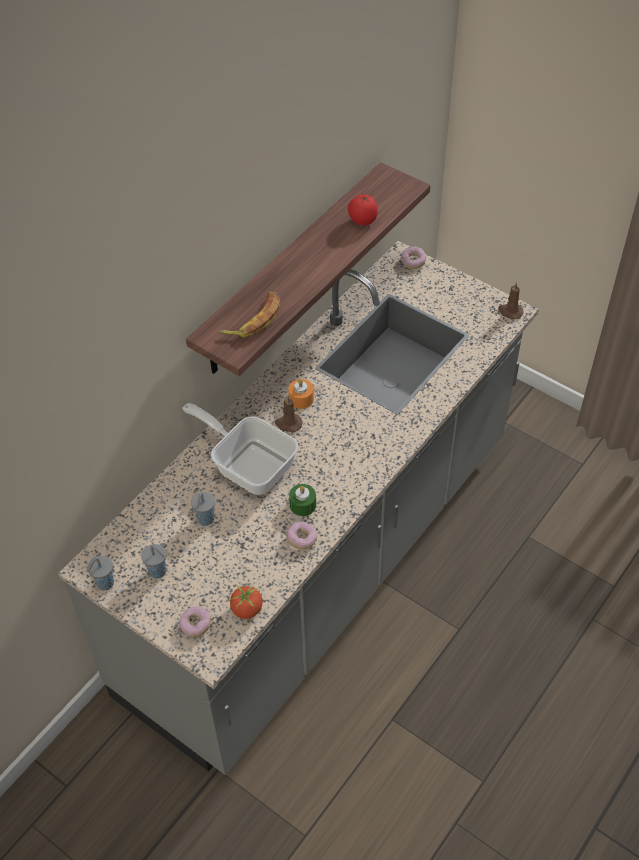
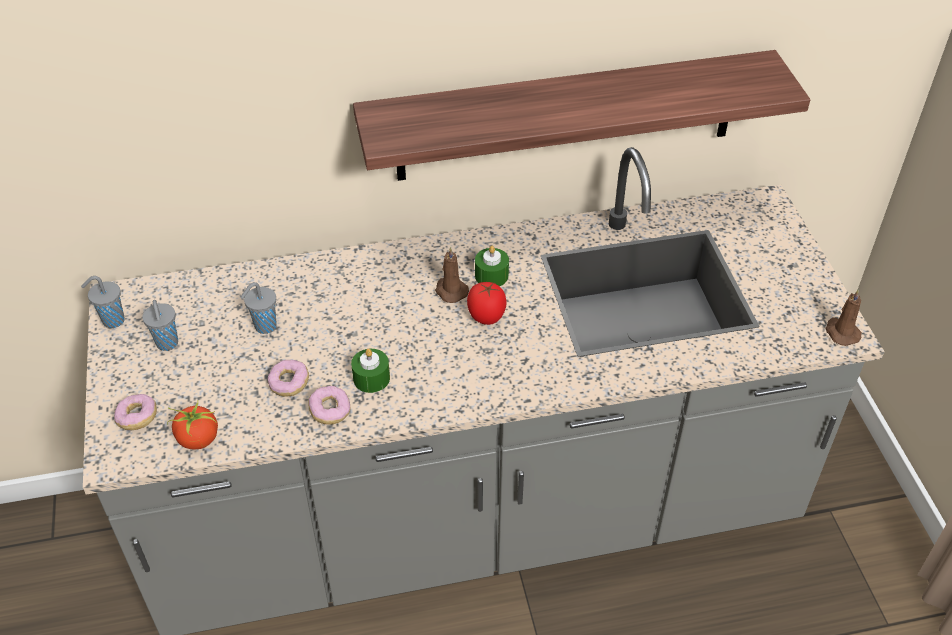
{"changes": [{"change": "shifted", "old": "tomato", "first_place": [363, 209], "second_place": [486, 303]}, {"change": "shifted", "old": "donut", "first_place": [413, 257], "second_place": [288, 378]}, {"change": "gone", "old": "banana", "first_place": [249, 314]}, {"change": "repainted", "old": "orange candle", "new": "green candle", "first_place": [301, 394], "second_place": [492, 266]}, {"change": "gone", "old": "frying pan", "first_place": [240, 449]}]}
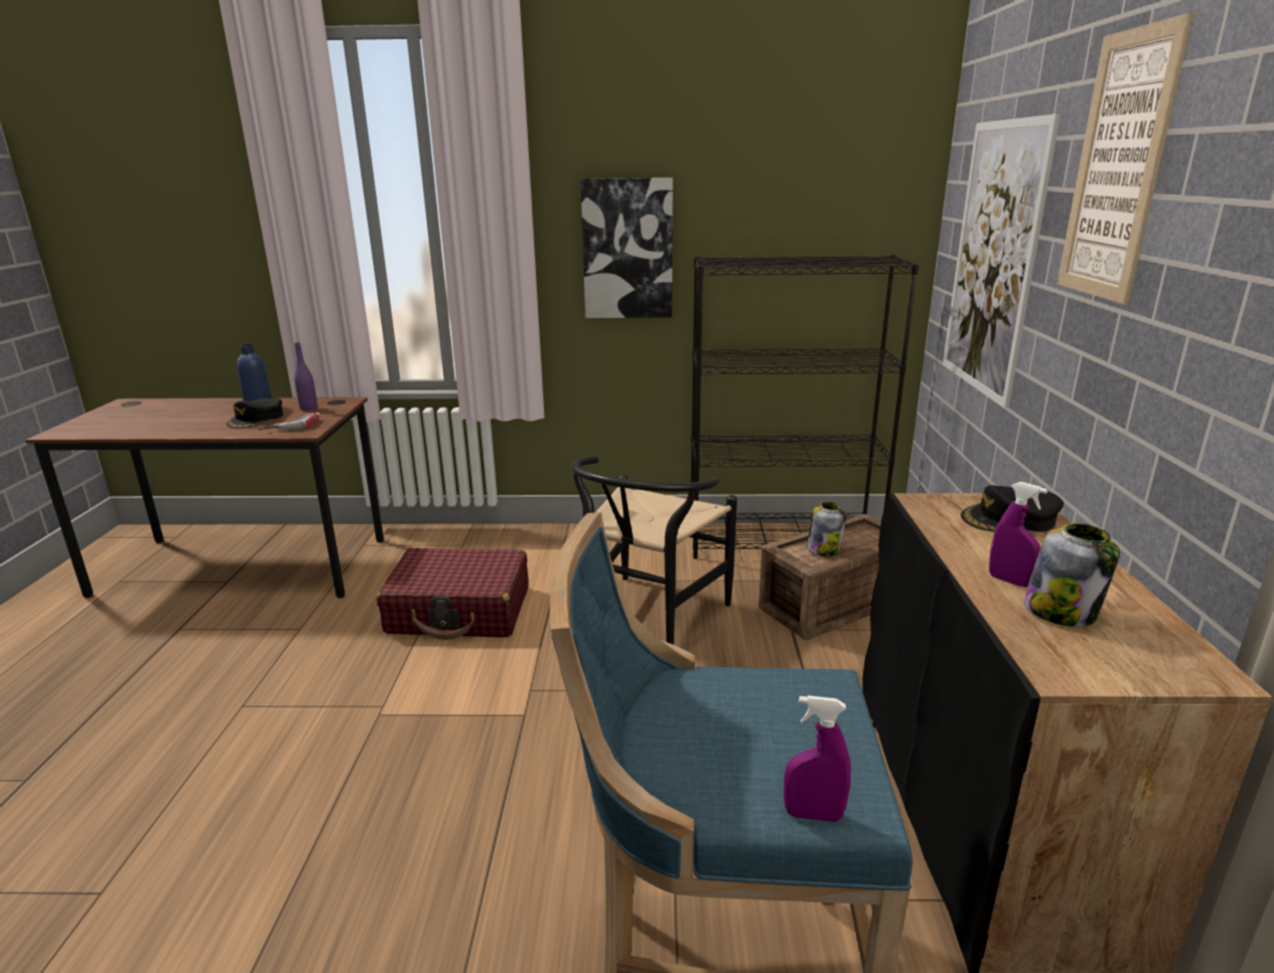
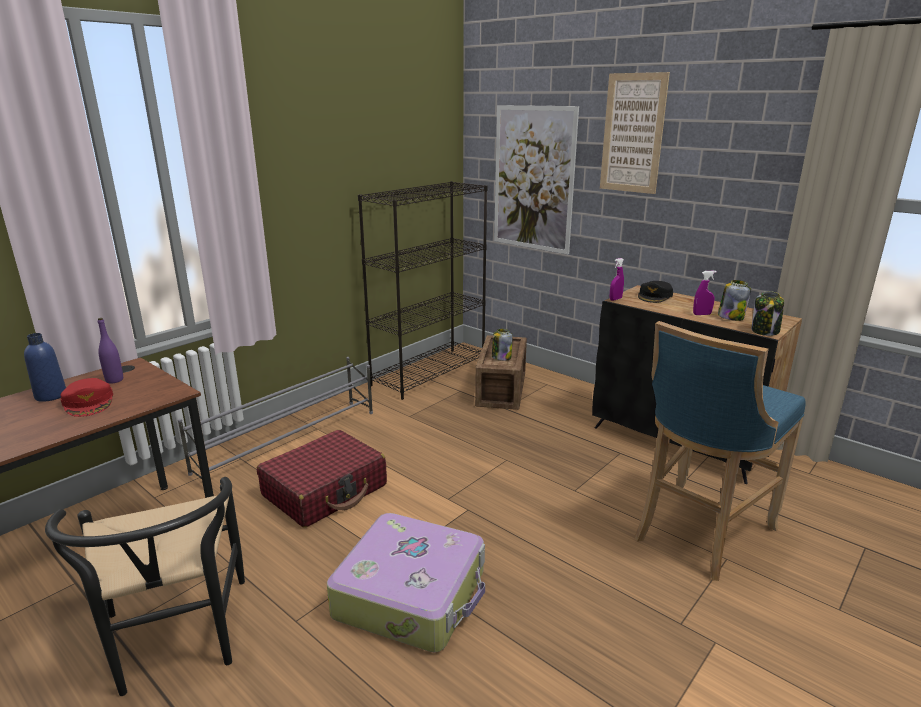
{"changes": [{"change": "gone", "old": "picture", "first_place": [626, 248]}, {"change": "repainted", "old": "black cap", "new": "red cap", "first_place": [255, 413], "second_place": [87, 397]}, {"change": "gone", "old": "power drill", "first_place": [290, 421]}, {"change": "shifted", "old": "black chair", "first_place": [654, 550], "second_place": [145, 586]}, {"change": "shifted", "old": "purple spray bottle", "first_place": [817, 758], "second_place": [617, 279]}, {"change": "new", "new": "jar", "second_place": [767, 313]}, {"change": "new", "new": "grey shoe rack", "second_place": [275, 418]}, {"change": "new", "new": "suitcase", "second_place": [406, 582]}]}
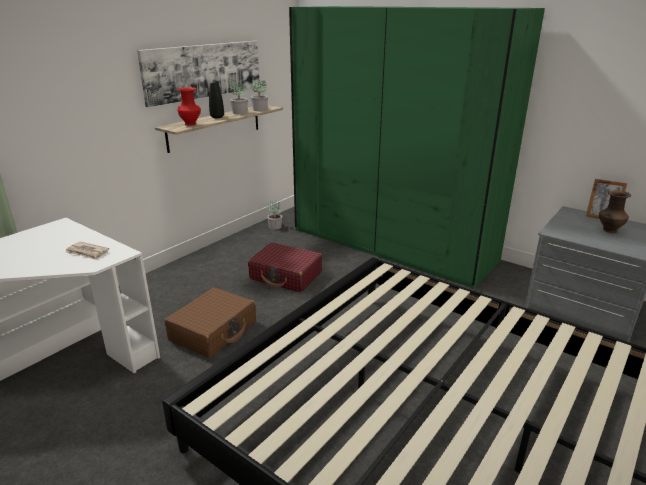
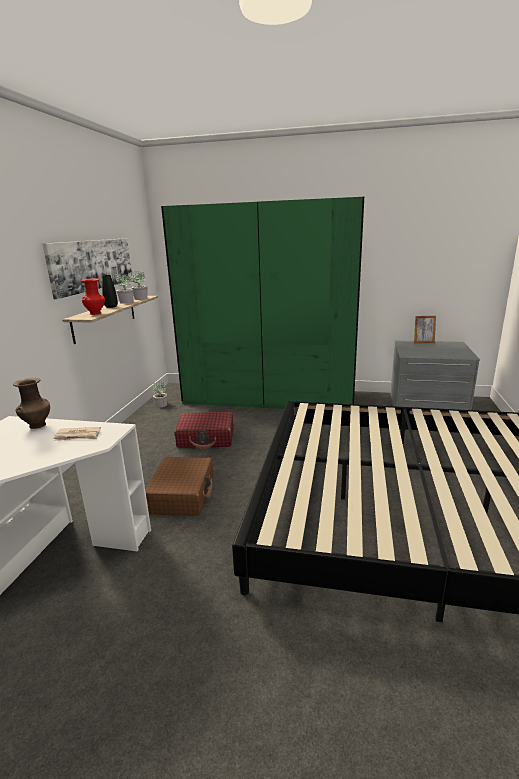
{"changes": [{"change": "shifted", "old": "brown vase", "first_place": [615, 211], "second_place": [31, 403]}]}
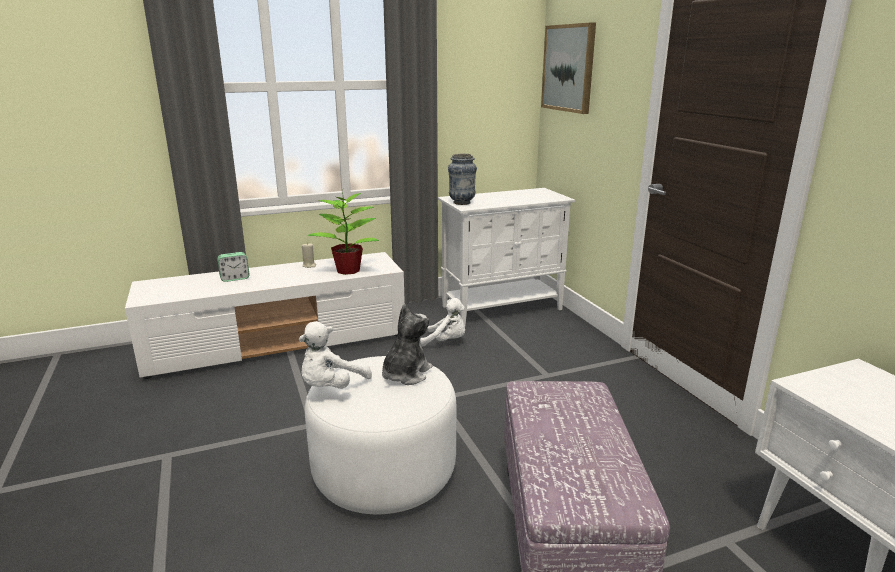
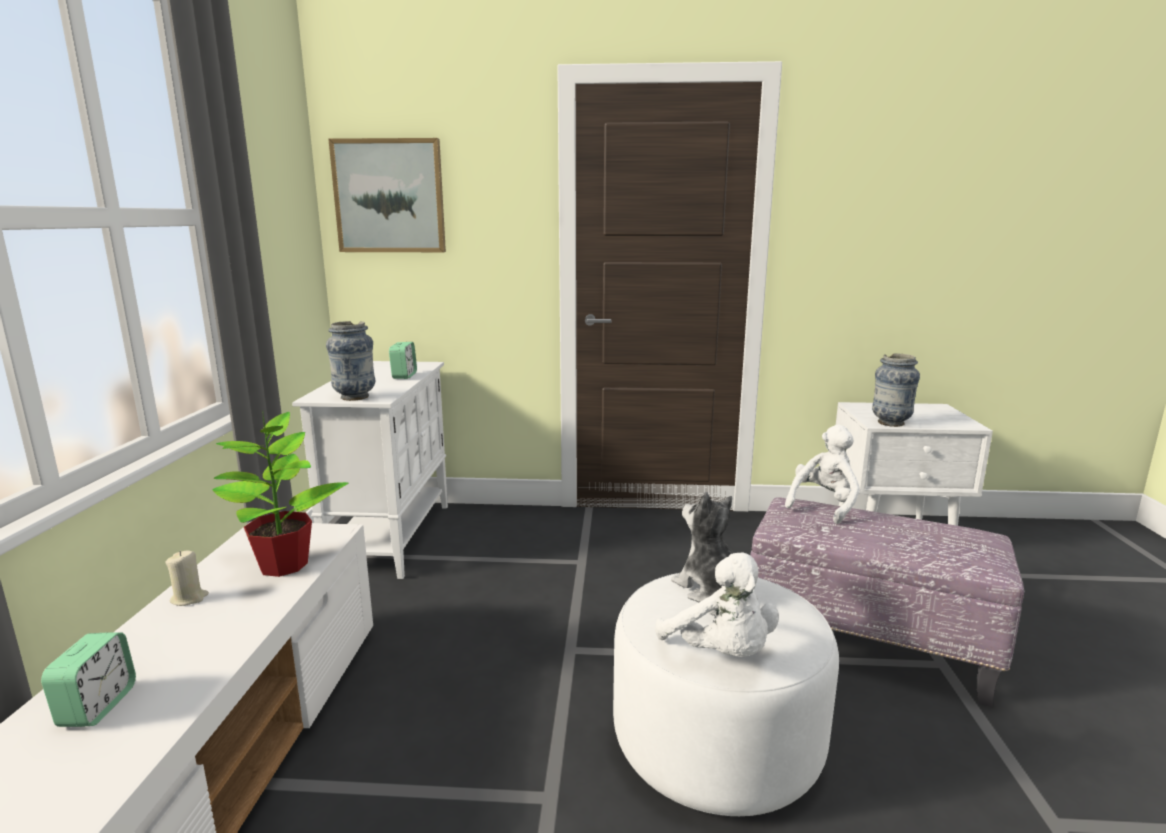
{"changes": [{"change": "shifted", "old": "white plush toy", "first_place": [442, 322], "second_place": [822, 474]}, {"change": "new", "new": "alarm clock", "second_place": [403, 360]}, {"change": "new", "new": "vase", "second_place": [896, 390]}]}
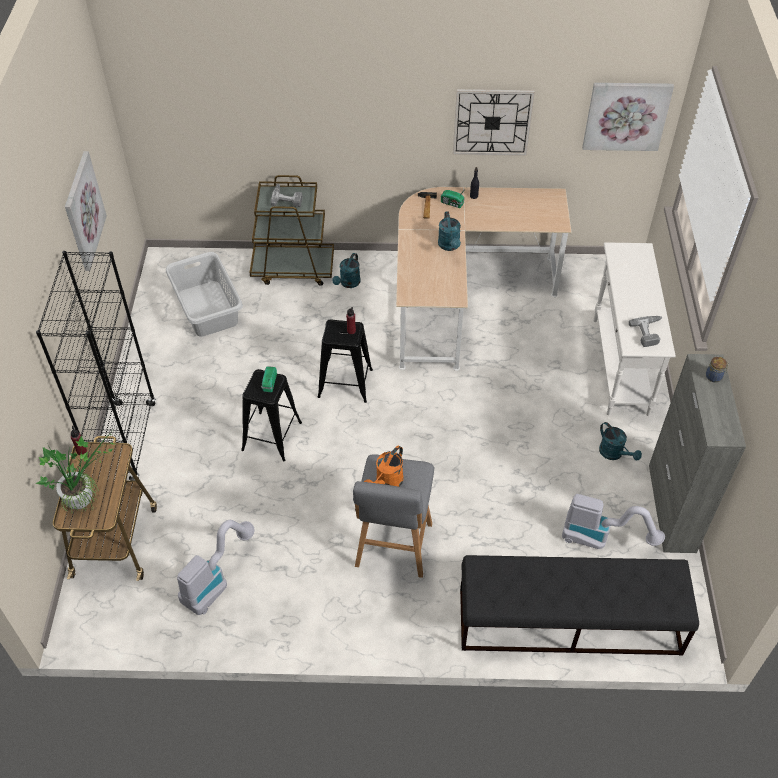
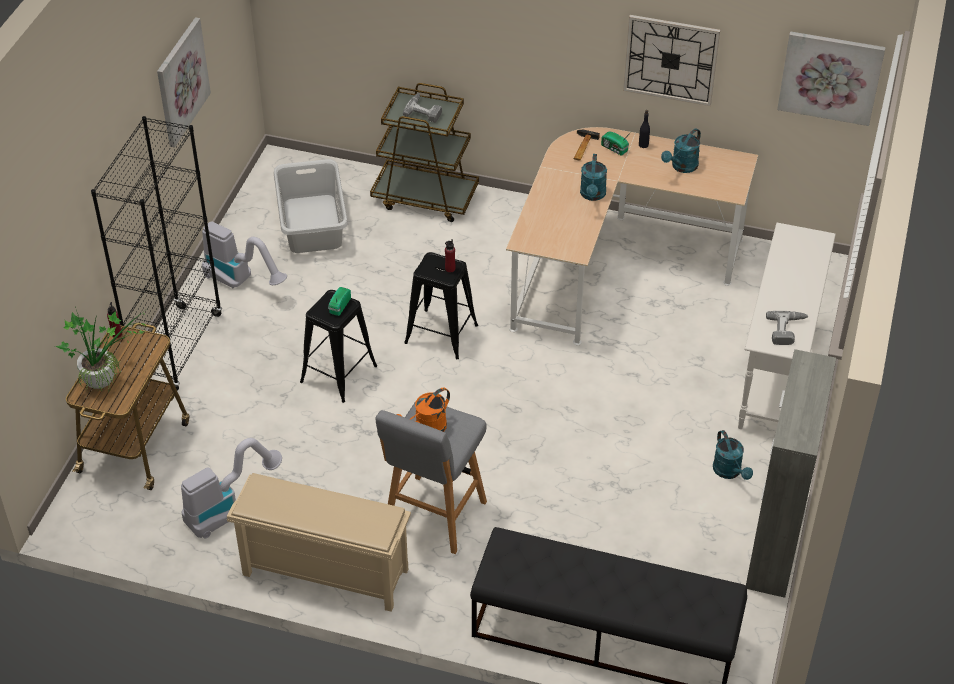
{"changes": [{"change": "shifted", "old": "turquoise watering can", "first_place": [346, 270], "second_place": [681, 151]}, {"change": "gone", "old": "jar", "first_place": [717, 369]}, {"change": "shifted", "old": "vacuum cleaner", "first_place": [613, 521], "second_place": [244, 254]}, {"change": "new", "new": "beige shoe rack", "second_place": [319, 542]}]}
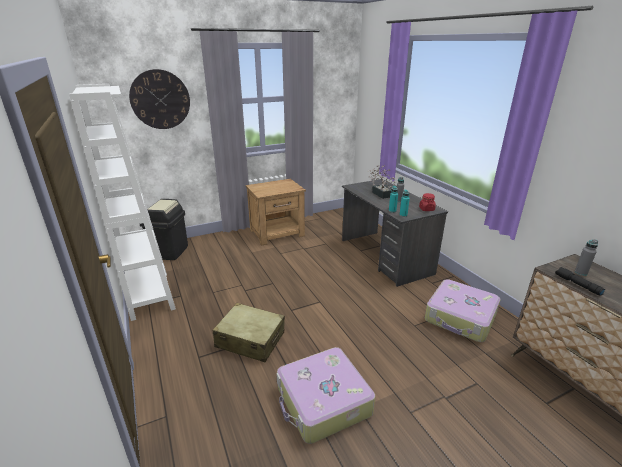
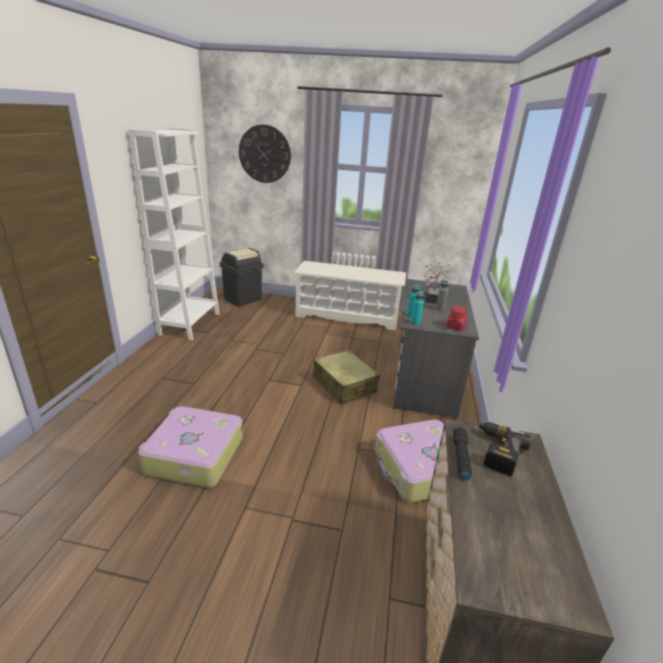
{"changes": [{"change": "swapped", "old": "brown nightstand", "new": "white shoe rack", "first_place": [276, 212], "second_place": [350, 296]}, {"change": "swapped", "old": "grey bottle", "new": "power drill", "first_place": [587, 257], "second_place": [504, 449]}, {"change": "shifted", "old": "beige suitcase", "first_place": [249, 332], "second_place": [346, 377]}]}
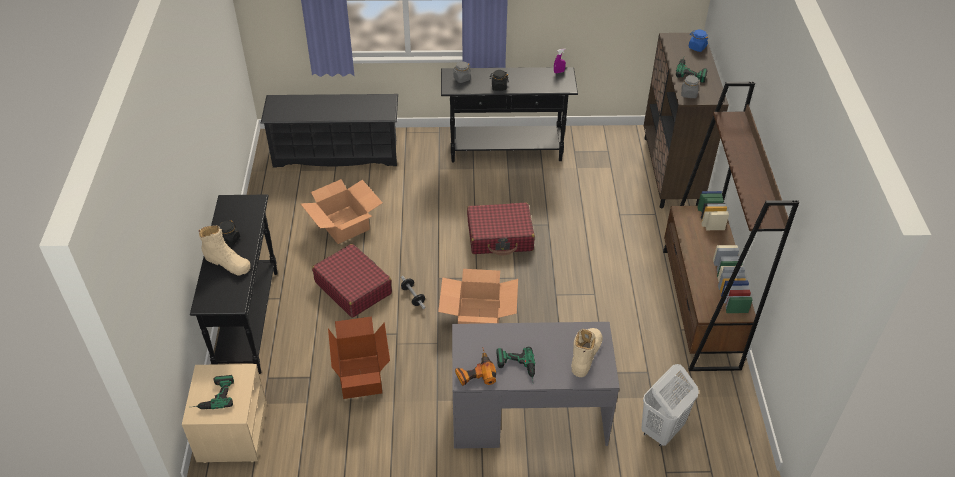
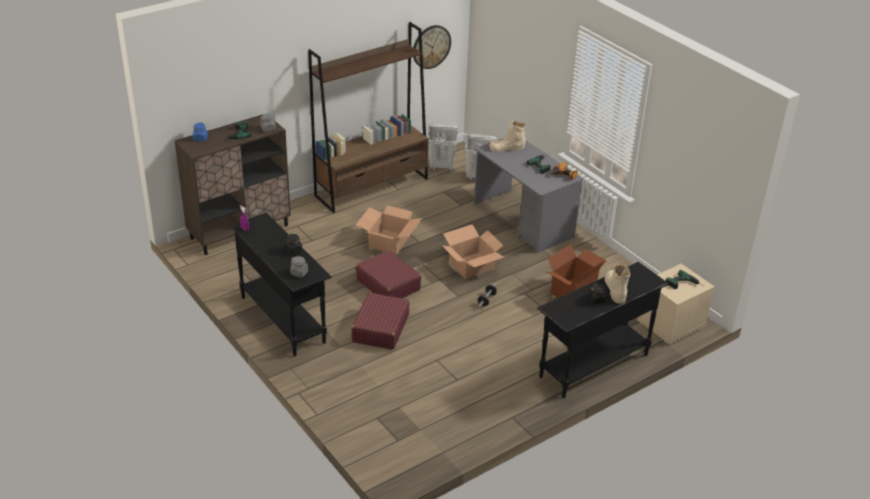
{"changes": [{"change": "gone", "old": "black shoe rack", "first_place": [329, 130]}, {"change": "shifted", "old": "cardboard box", "first_place": [342, 211], "second_place": [389, 230]}, {"change": "shifted", "old": "red suitcase", "first_place": [352, 281], "second_place": [380, 321]}, {"change": "new", "new": "wall clock", "second_place": [432, 47]}, {"change": "new", "new": "white laundry basket", "second_place": [443, 147]}]}
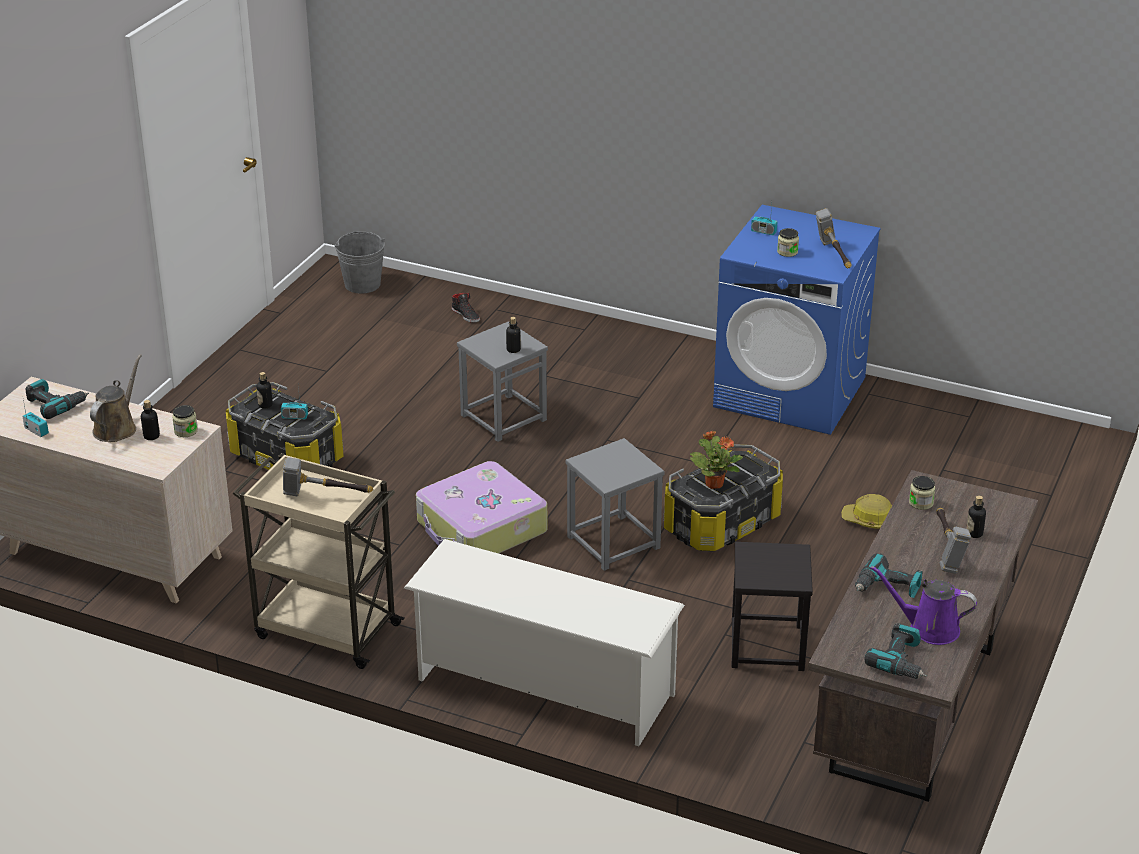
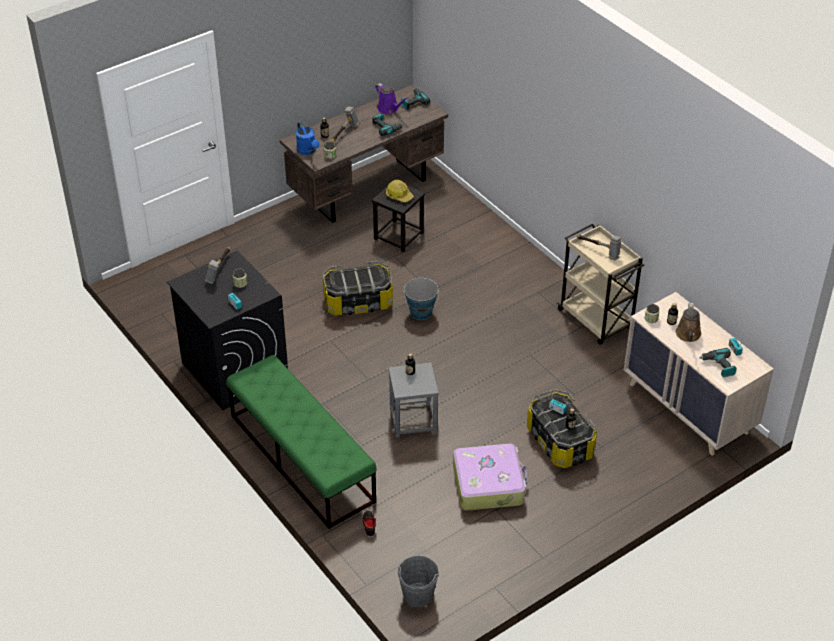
{"changes": [{"change": "repainted", "old": "blue washing machine", "new": "black washing machine", "first_place": [797, 320], "second_place": [227, 330]}, {"change": "rotated", "old": "brown watering can", "first_place": [116, 398], "second_place": [688, 322], "degrees": -45}, {"change": "gone", "old": "potted plant", "first_place": [716, 460]}, {"change": "swapped", "old": "grey stool", "new": "bucket", "first_place": [614, 504], "second_place": [421, 299]}, {"change": "shifted", "old": "suitcase", "first_place": [482, 507], "second_place": [490, 477]}, {"change": "shifted", "old": "hard hat", "first_place": [867, 511], "second_place": [400, 191]}, {"change": "gone", "old": "white shoe rack", "first_place": [544, 642]}, {"change": "new", "new": "blue watering can", "second_place": [308, 138]}, {"change": "new", "new": "green bench", "second_place": [301, 442]}]}
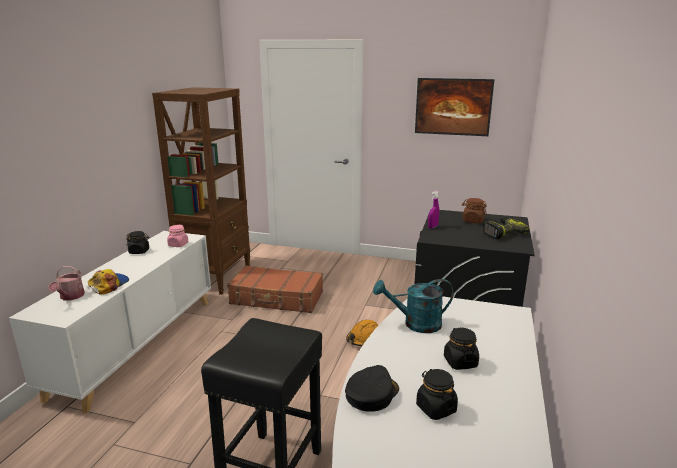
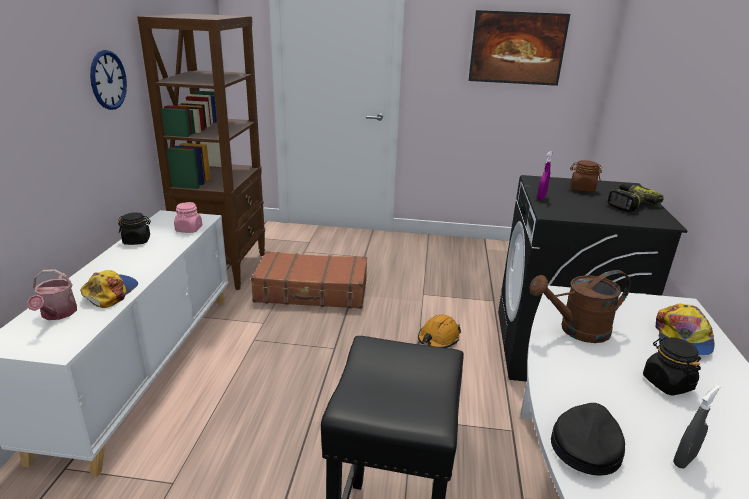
{"changes": [{"change": "repainted", "old": "turquoise watering can", "new": "brown watering can", "first_place": [413, 306], "second_place": [580, 306]}, {"change": "swapped", "old": "black jar", "new": "grey spray bottle", "first_place": [437, 394], "second_place": [696, 426]}, {"change": "new", "new": "wall clock", "second_place": [108, 80]}, {"change": "new", "new": "cap", "second_place": [684, 329]}]}
